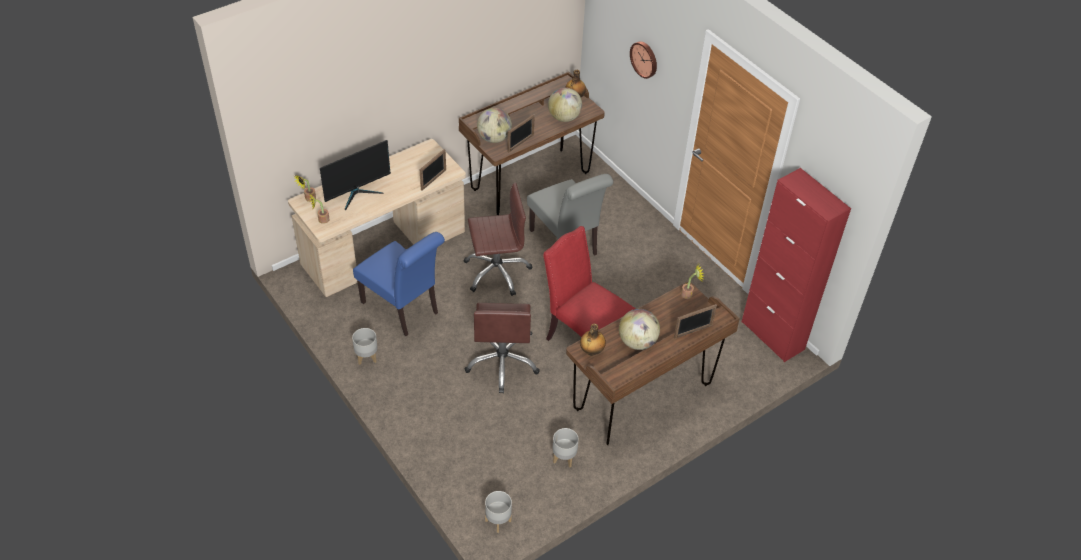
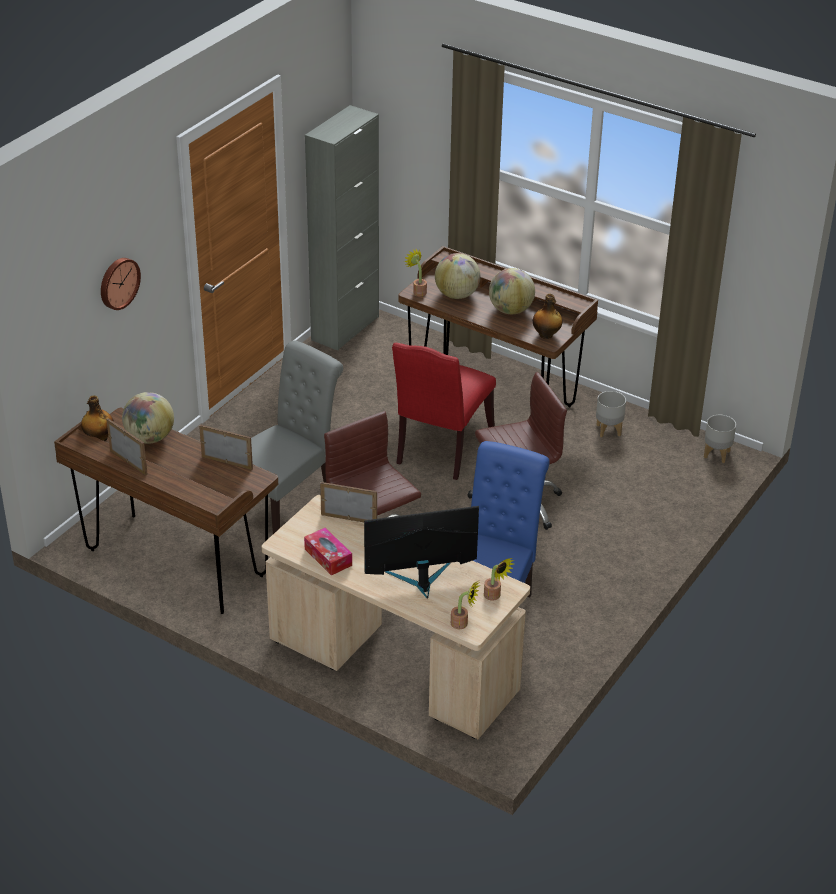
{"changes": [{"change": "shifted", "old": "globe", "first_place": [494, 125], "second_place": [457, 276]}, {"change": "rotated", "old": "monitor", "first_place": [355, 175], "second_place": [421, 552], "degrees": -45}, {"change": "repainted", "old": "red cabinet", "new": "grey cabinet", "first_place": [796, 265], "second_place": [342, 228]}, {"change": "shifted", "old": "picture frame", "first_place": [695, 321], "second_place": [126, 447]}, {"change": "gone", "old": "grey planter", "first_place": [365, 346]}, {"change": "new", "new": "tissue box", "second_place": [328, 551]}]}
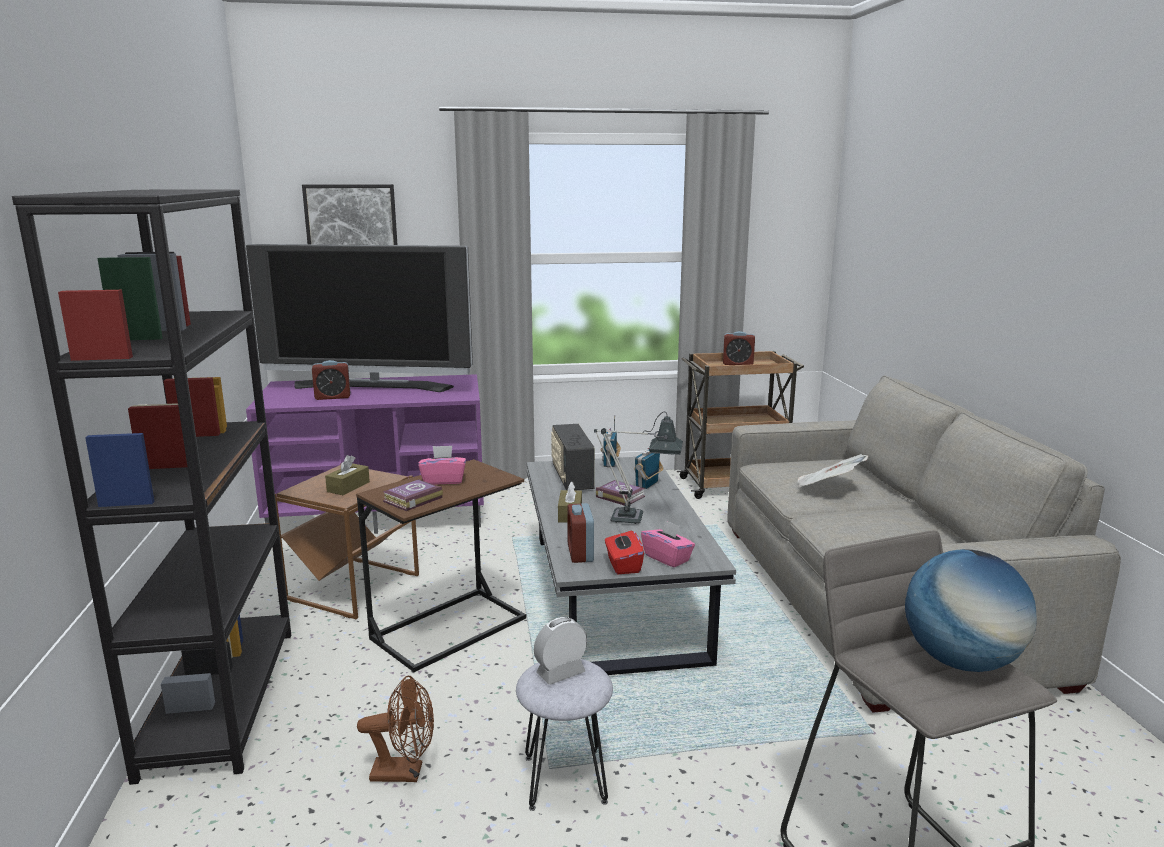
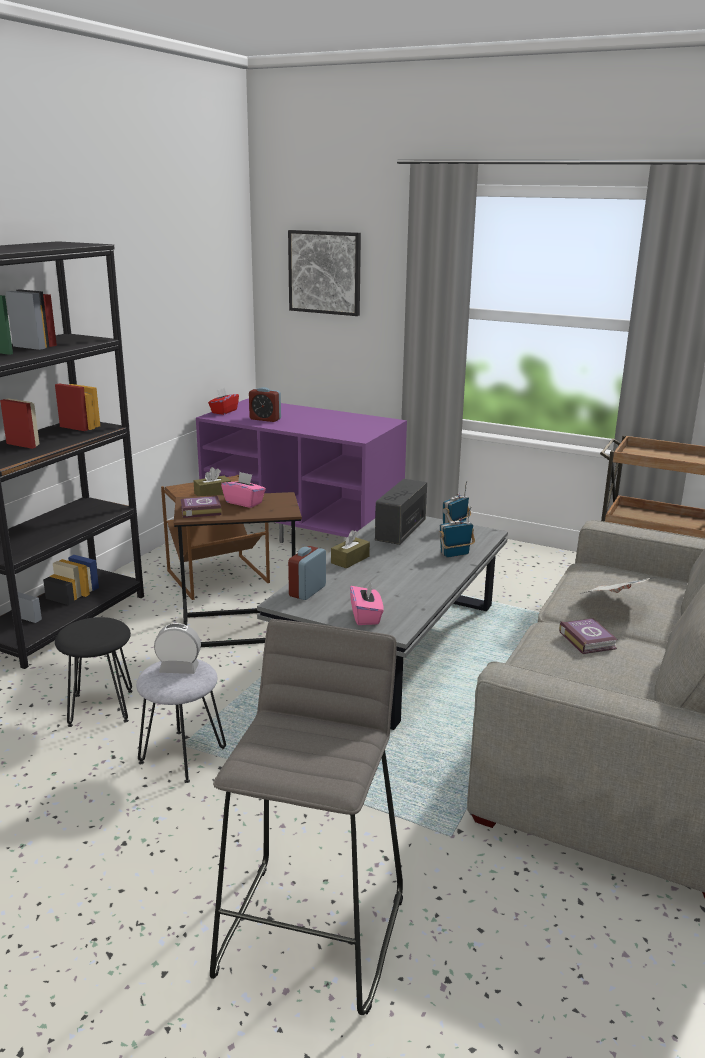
{"changes": [{"change": "gone", "old": "television", "first_place": [359, 318]}, {"change": "gone", "old": "alarm clock", "first_place": [739, 348]}, {"change": "gone", "old": "table lamp", "first_place": [638, 468]}, {"change": "shifted", "old": "book", "first_place": [620, 493], "second_place": [588, 636]}, {"change": "shifted", "old": "red tissue box", "first_place": [624, 550], "second_place": [223, 401]}, {"change": "gone", "old": "globe", "first_place": [971, 610]}, {"change": "swapped", "old": "brown fan", "new": "black stool", "first_place": [395, 728], "second_place": [94, 672]}]}
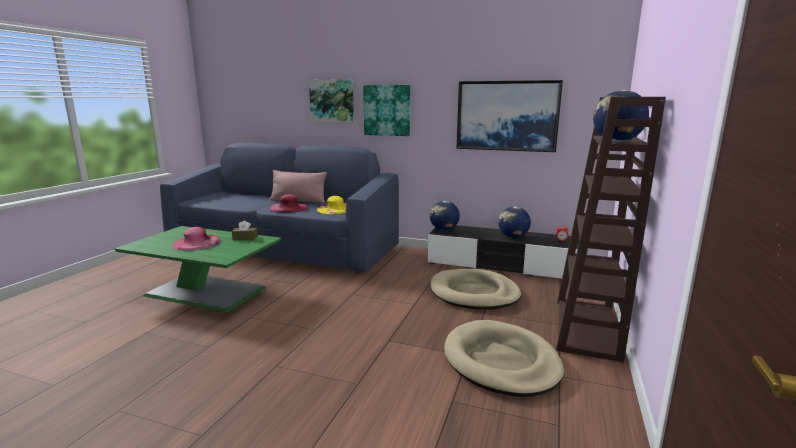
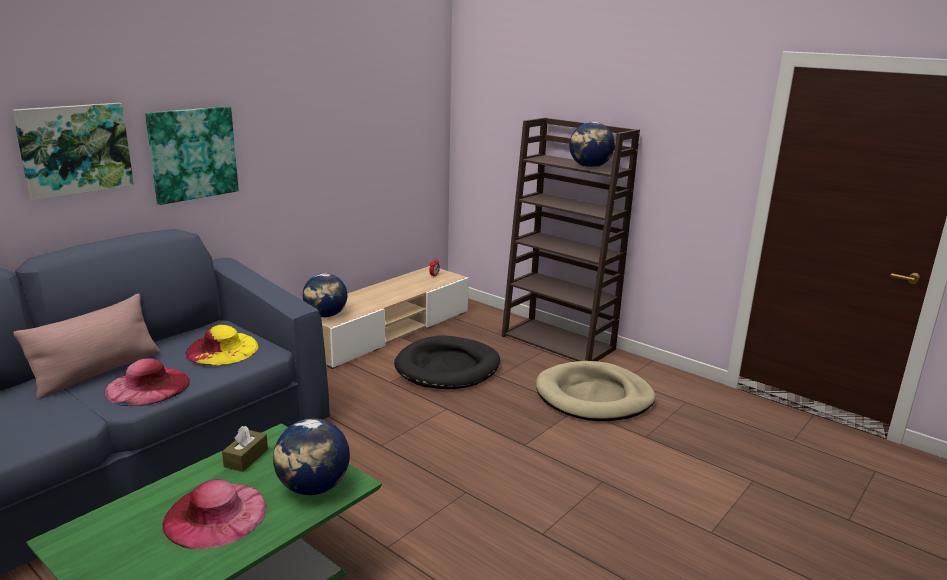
{"changes": [{"change": "gone", "old": "picture", "first_place": [510, 116]}, {"change": "shifted", "old": "globe", "first_place": [514, 222], "second_place": [311, 456]}, {"change": "repainted", "old": "black tv stand", "new": "beige tv stand", "first_place": [504, 252], "second_place": [395, 317]}, {"change": "repainted", "old": "beige dog bed", "new": "black dog bed", "first_place": [476, 289], "second_place": [447, 362]}]}
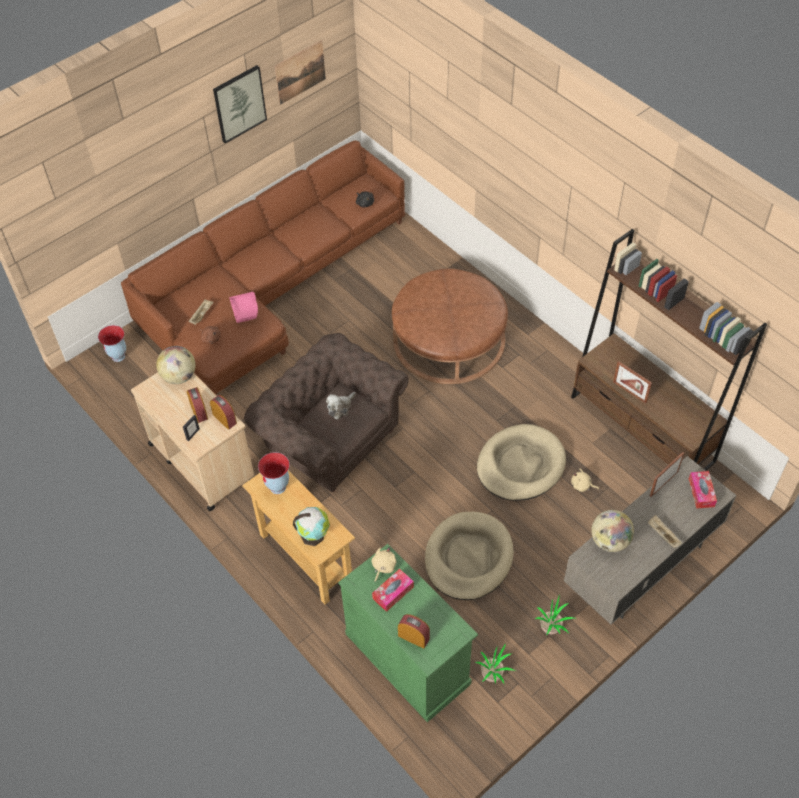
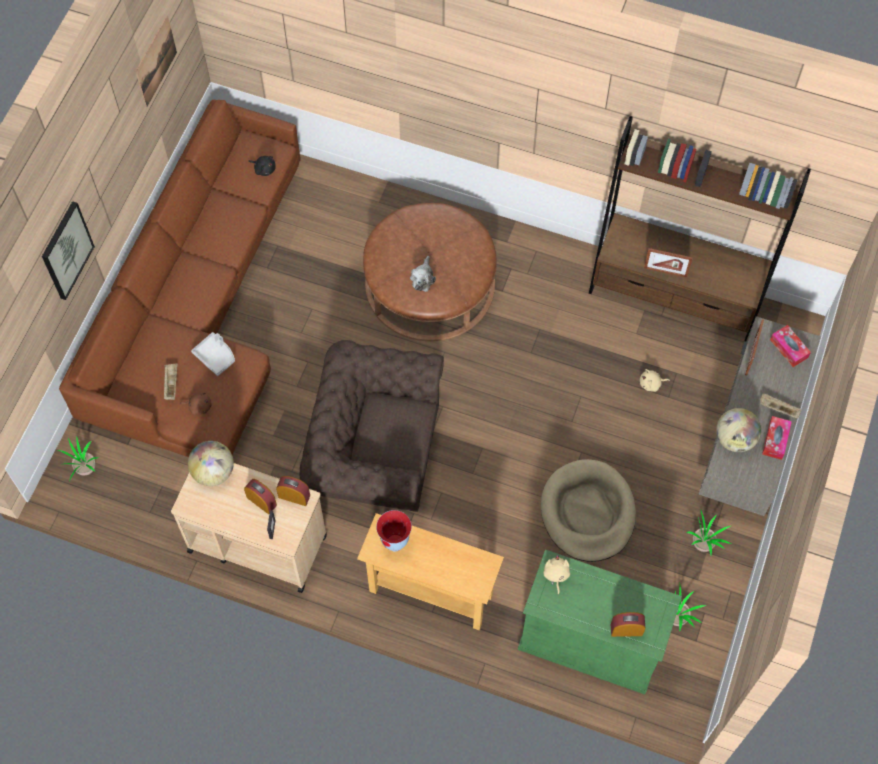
{"changes": [{"change": "shifted", "old": "picture", "first_place": [240, 104], "second_place": [68, 250]}, {"change": "repainted", "old": "pink tray", "new": "grey tray", "first_place": [243, 307], "second_place": [213, 354]}, {"change": "swapped", "old": "vase", "new": "potted plant", "first_place": [112, 343], "second_place": [78, 459]}, {"change": "shifted", "old": "plush toy", "first_place": [341, 406], "second_place": [423, 274]}, {"change": "gone", "old": "beige dog bed", "first_place": [521, 462]}, {"change": "gone", "old": "globe", "first_place": [311, 526]}, {"change": "shifted", "old": "tissue box", "first_place": [393, 590], "second_place": [777, 438]}]}
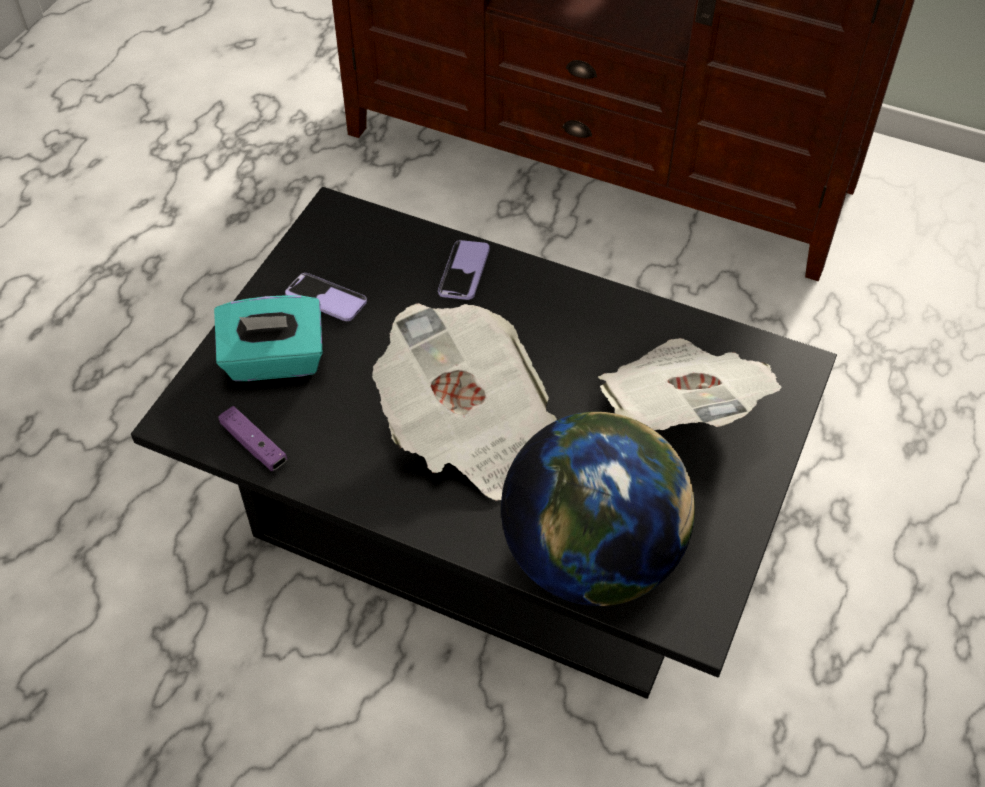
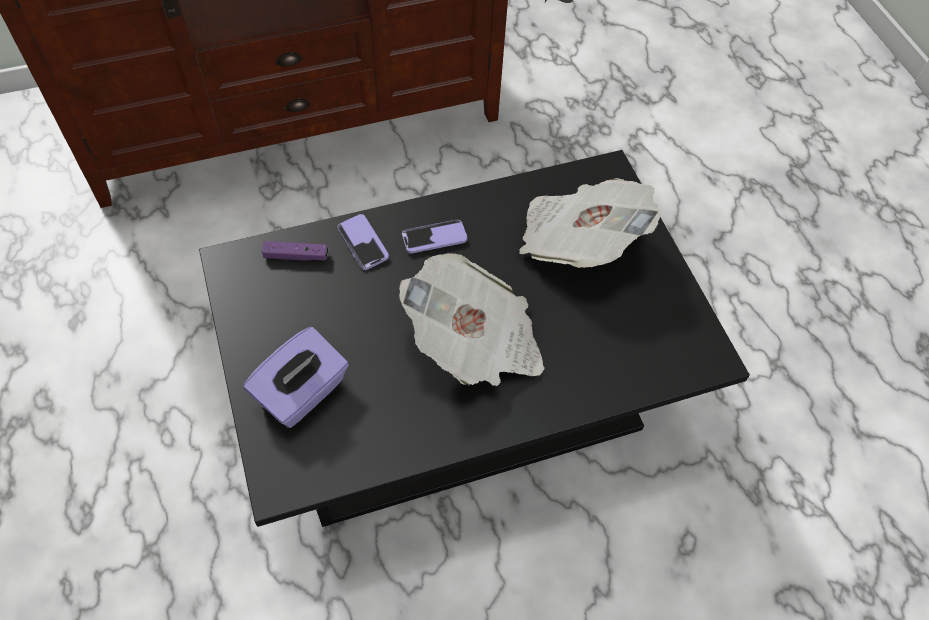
{"changes": [{"change": "shifted", "old": "phone", "first_place": [326, 297], "second_place": [434, 237]}, {"change": "repainted", "old": "turquoise tissue box", "new": "purple tissue box", "first_place": [268, 338], "second_place": [296, 377]}, {"change": "shifted", "old": "purple game controller", "first_place": [252, 438], "second_place": [295, 251]}, {"change": "gone", "old": "globe", "first_place": [598, 509]}]}
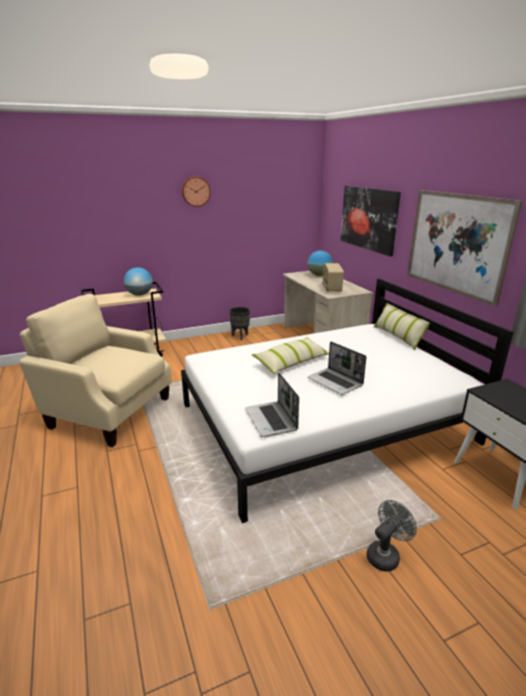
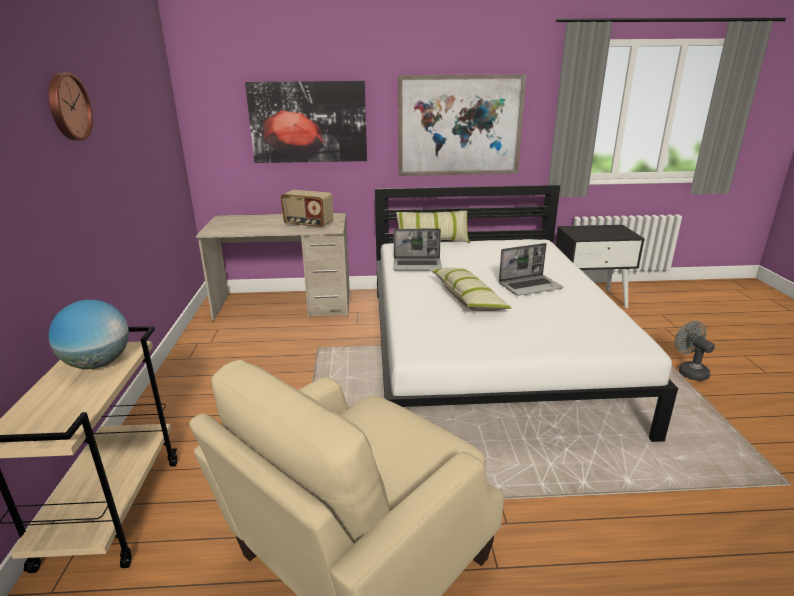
{"changes": [{"change": "gone", "old": "globe", "first_place": [320, 263]}, {"change": "gone", "old": "black planter", "first_place": [240, 323]}, {"change": "shifted", "old": "laptop", "first_place": [272, 404], "second_place": [417, 250]}]}
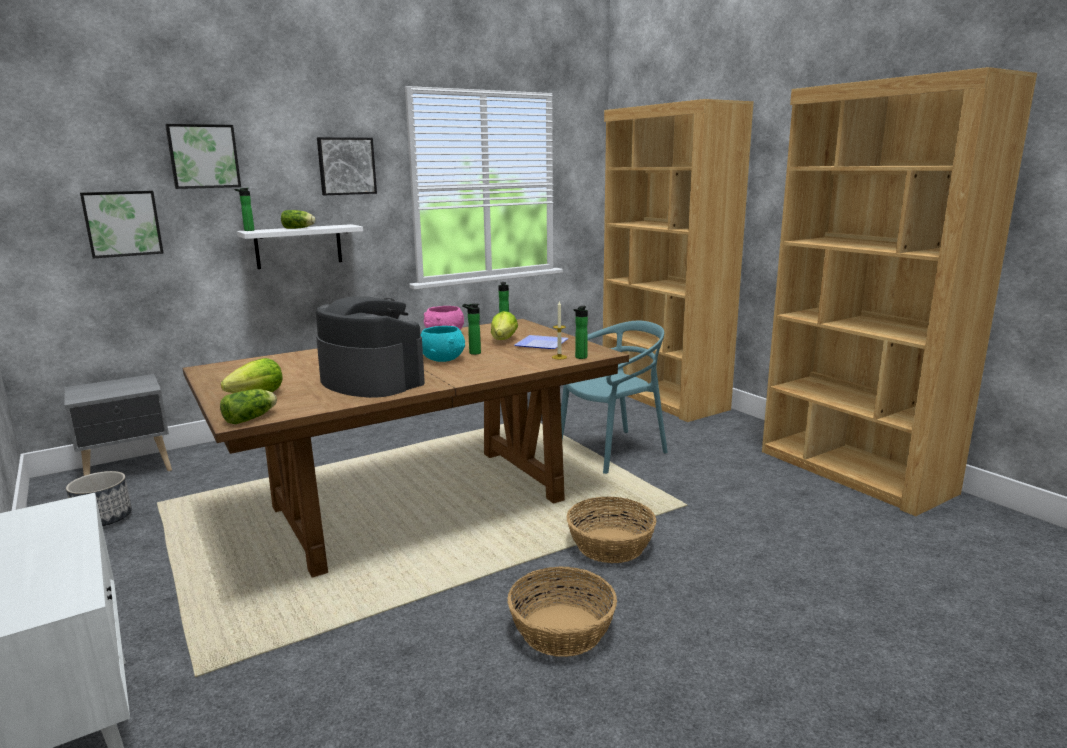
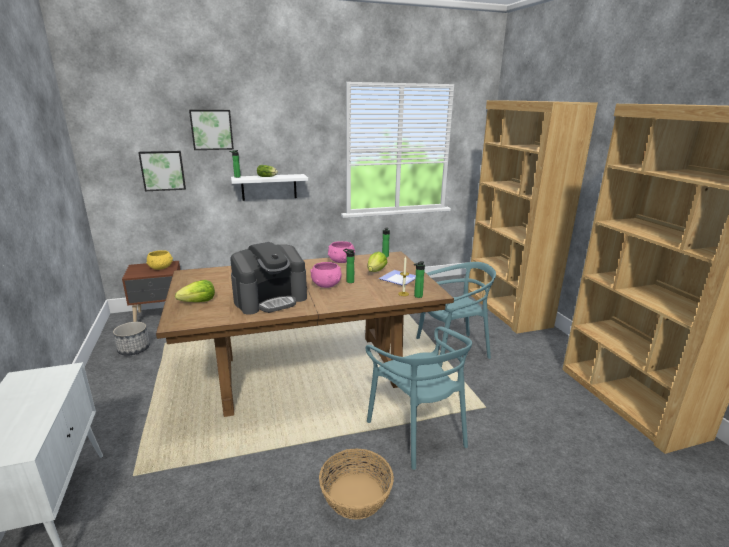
{"changes": [{"change": "gone", "old": "picture", "first_place": [347, 166]}, {"change": "rotated", "old": "coffee machine", "first_place": [370, 347], "second_place": [268, 278], "degrees": 90}, {"change": "repainted", "old": "turquoise bowl", "new": "pink bowl", "first_place": [443, 344], "second_place": [326, 275]}, {"change": "repainted", "old": "grey nightstand", "new": "brown nightstand", "first_place": [118, 425], "second_place": [151, 291]}, {"change": "gone", "old": "lettuce", "first_place": [248, 406]}, {"change": "swapped", "old": "basket", "new": "turquoise chair", "first_place": [611, 530], "second_place": [419, 398]}, {"change": "new", "new": "yellow bowl", "second_place": [159, 260]}]}
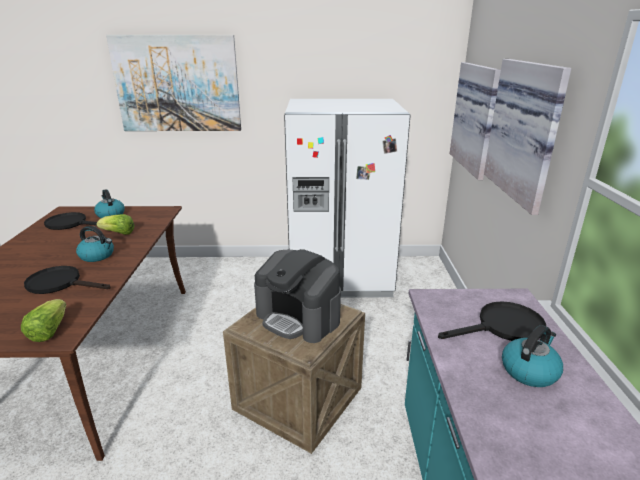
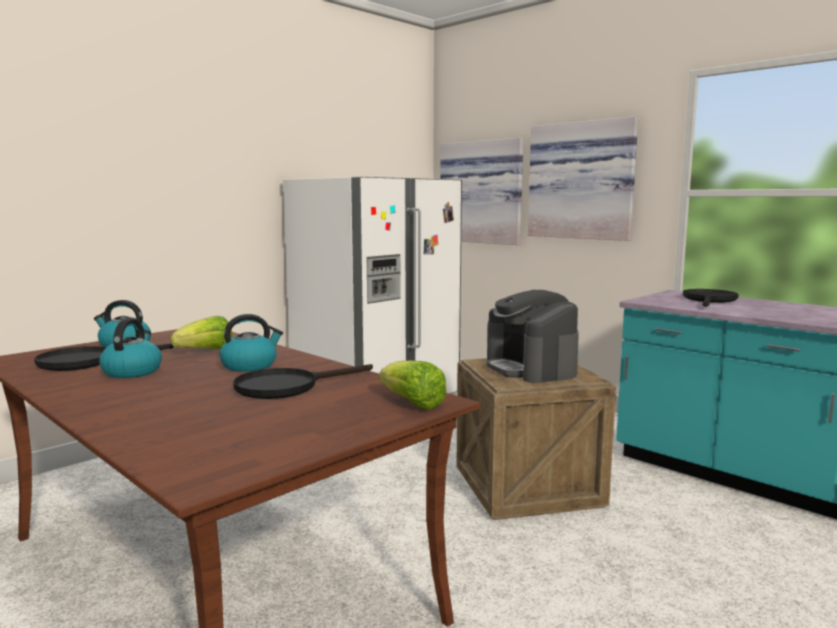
{"changes": [{"change": "gone", "old": "picture", "first_place": [173, 83]}, {"change": "rotated", "old": "coffee machine", "first_place": [297, 296], "second_place": [533, 336], "degrees": 75}, {"change": "shifted", "old": "kettle", "first_place": [532, 356], "second_place": [130, 348]}]}
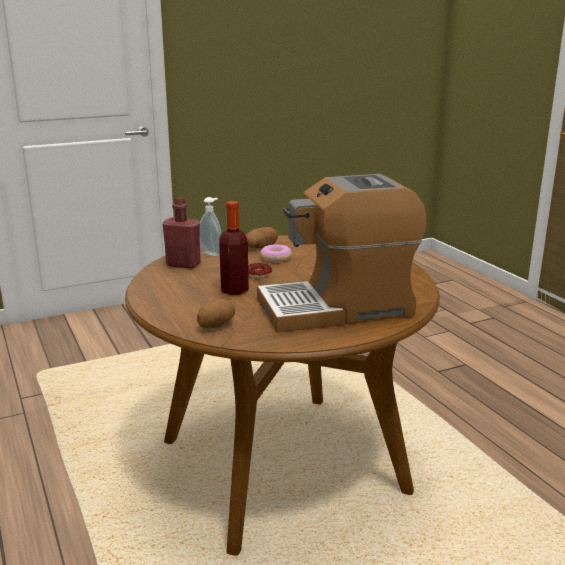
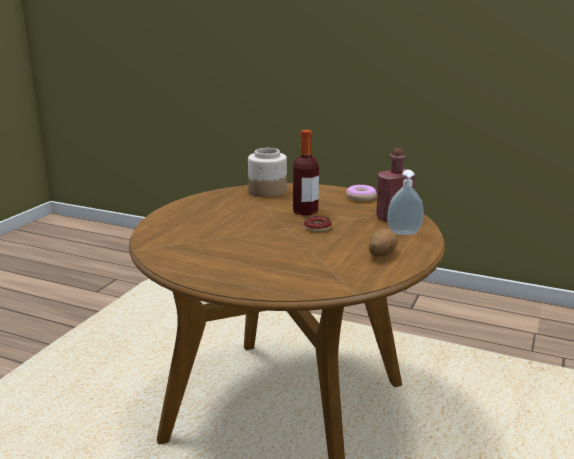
{"changes": [{"change": "gone", "old": "coffee machine", "first_place": [342, 253]}, {"change": "shifted", "old": "donut", "first_place": [276, 253], "second_place": [361, 193]}, {"change": "swapped", "old": "potato", "new": "jar", "first_place": [216, 313], "second_place": [267, 172]}]}
